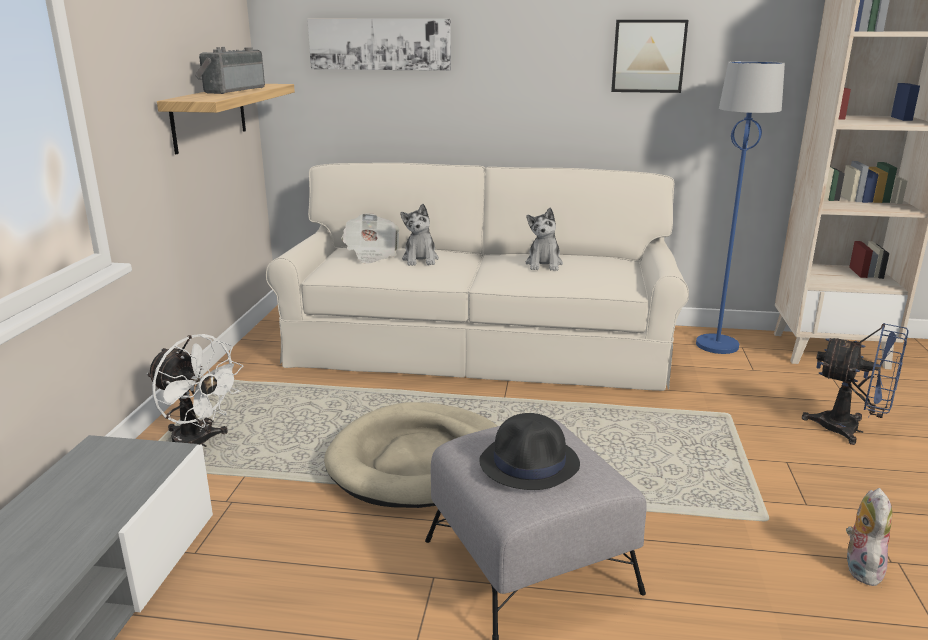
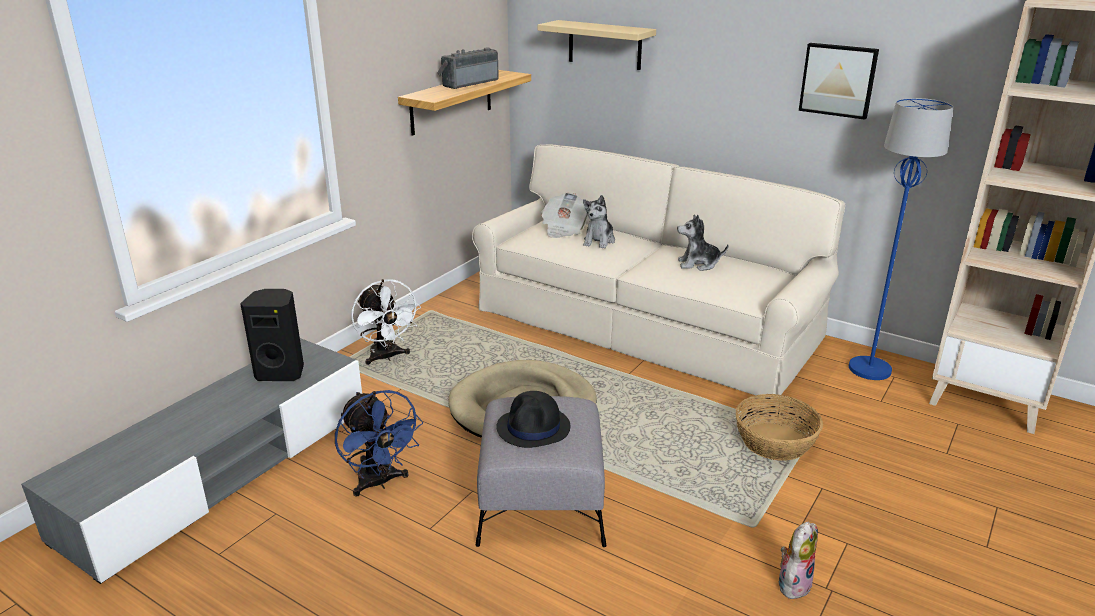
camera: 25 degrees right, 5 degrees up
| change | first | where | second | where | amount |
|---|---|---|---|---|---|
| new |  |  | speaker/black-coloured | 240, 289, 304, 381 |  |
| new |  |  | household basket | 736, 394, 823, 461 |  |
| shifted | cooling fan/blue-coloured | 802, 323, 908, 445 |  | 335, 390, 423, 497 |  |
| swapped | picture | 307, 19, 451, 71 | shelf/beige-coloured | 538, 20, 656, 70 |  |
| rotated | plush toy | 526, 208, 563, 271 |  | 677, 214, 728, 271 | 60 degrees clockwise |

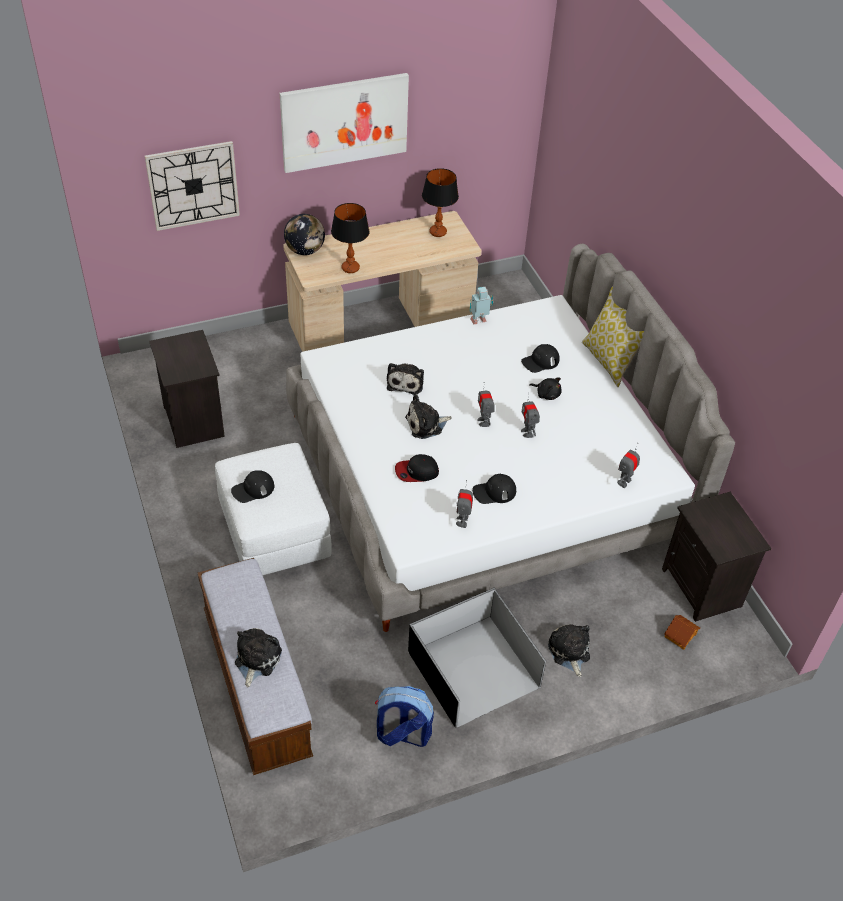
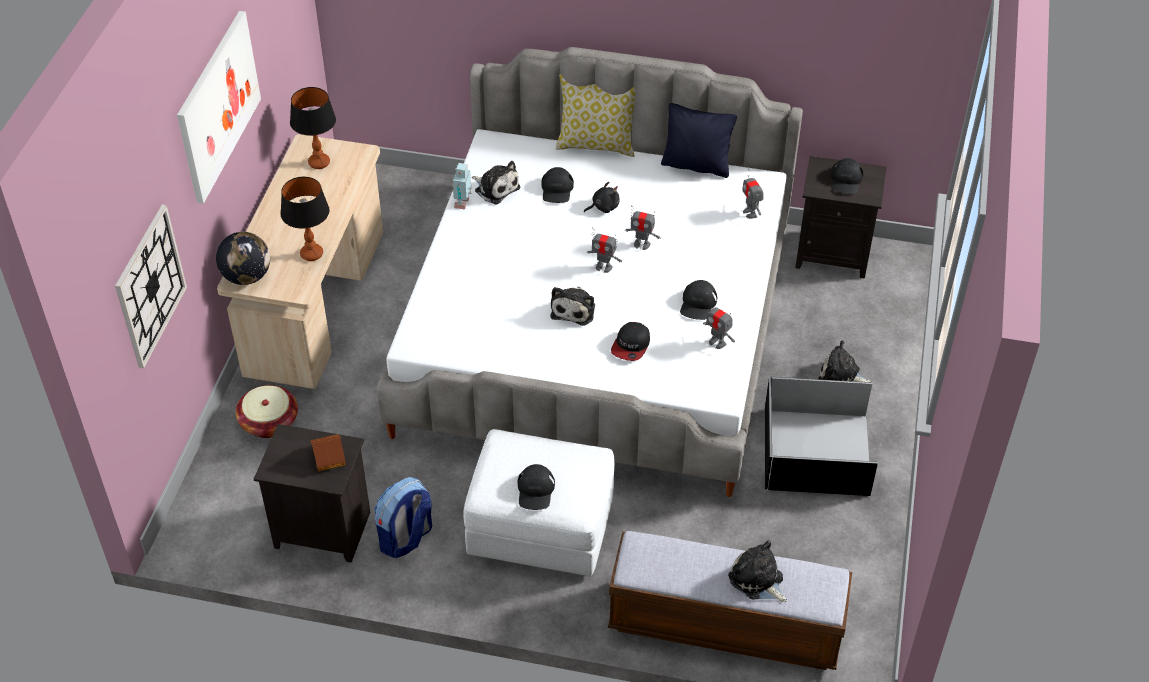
camera: 55 degrees left, 0 degrees up
| change | first | where | second | where | amount |
|---|---|---|---|---|---|
| new |  |  | household basket | 236, 385, 298, 438 |  |
| new |  |  | throw pillow/black-coloured | 661, 103, 737, 178 |  |
| new |  |  | cap/black-coloured | 831, 158, 863, 194 |  |
| shifted | backpack | 375, 686, 434, 747 |  | 375, 477, 432, 558 |  |
| shifted | plush toy | 387, 363, 424, 395 |  | 472, 161, 520, 205 |  |
| shifted | model house | 664, 615, 700, 649 |  | 311, 434, 346, 471 |  |

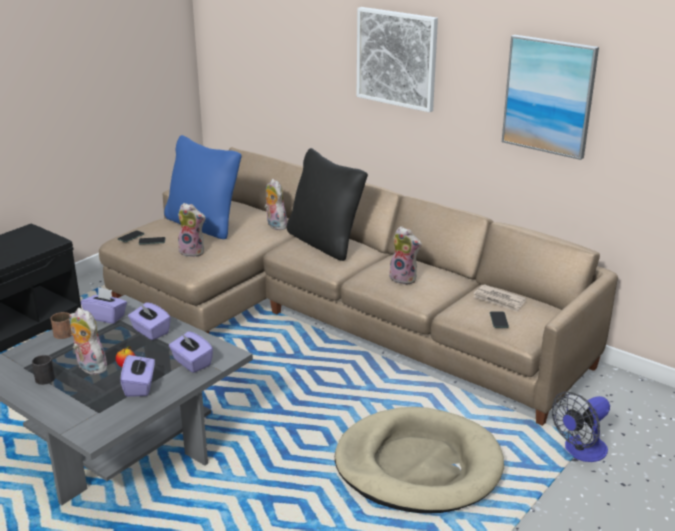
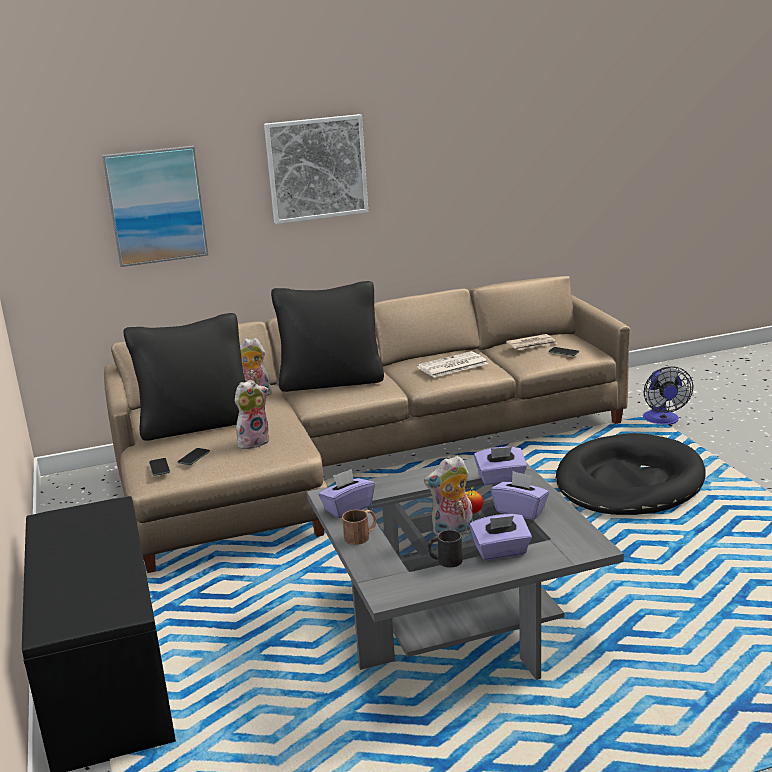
camera: 55 degrees left, 5 degrees down
| change | first | where | second | where | amount |
|---|---|---|---|---|---|
| shifted | tissue box/purple | 128, 302, 171, 340 |  | 470, 514, 532, 560 |  |
| shifted | picture | 502, 35, 599, 160 |  | 102, 145, 208, 267 |  |
| swapped | plush toy | 389, 226, 422, 285 | newspaper | 417, 351, 488, 377 |  |
| repainted | throw pillow/blue-coloured | 164, 135, 242, 239 | throw pillow/black-coloured | 123, 313, 245, 441 |  |
| repainted | pet bed/beige-coloured | 335, 407, 504, 513 | pet bed/black-coloured | 556, 433, 706, 515 |  |

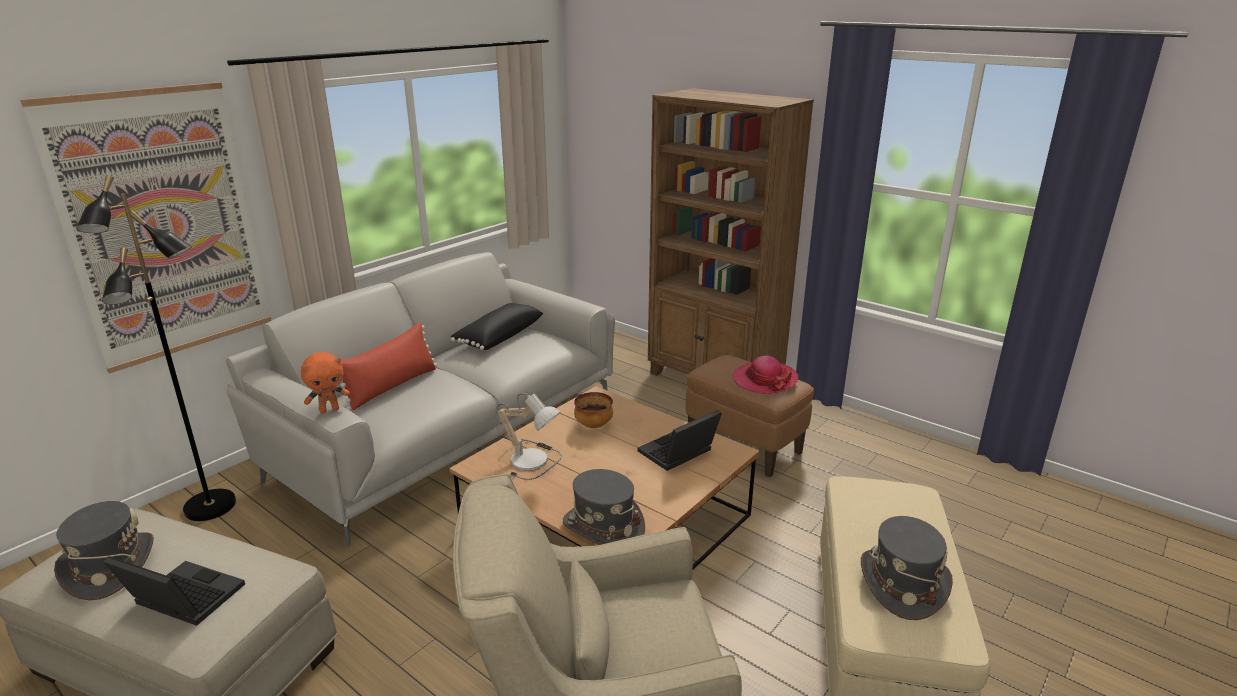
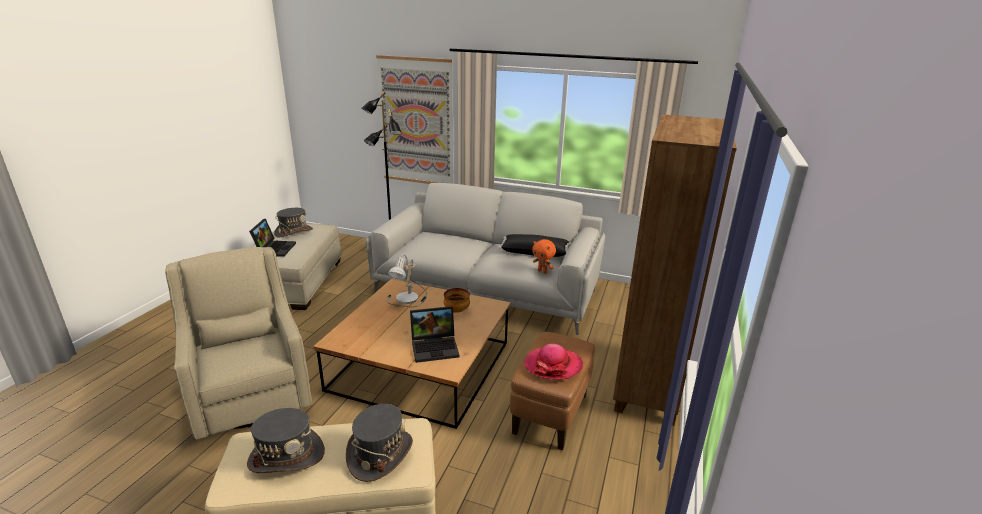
camera: 70 degrees right, 0 degrees up
| change | first | where | second | where | amount |
|---|---|---|---|---|---|
| gone | throw pillow/red | 340, 322, 437, 410 |  |  |  |
| shifted | plush toy/orange | 301, 352, 350, 413 |  | 532, 239, 556, 274 |  |
| shifted | clothing hat/grey | 563, 469, 645, 545 |  | 346, 404, 413, 482 |  |
| rotated | laptop | 637, 410, 722, 471 |  | 410, 306, 459, 363 | 135 degrees clockwise |

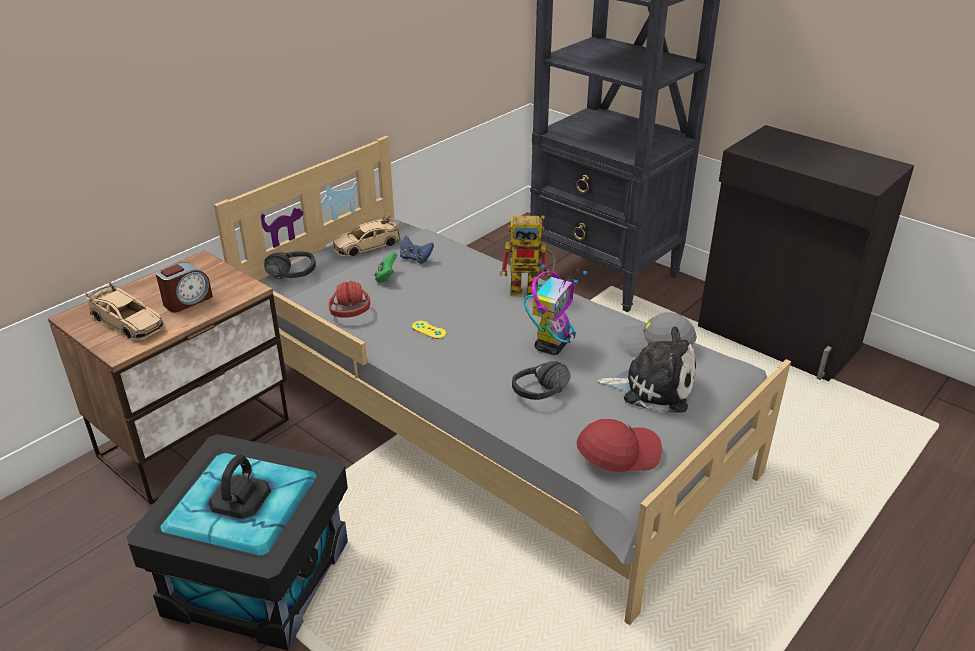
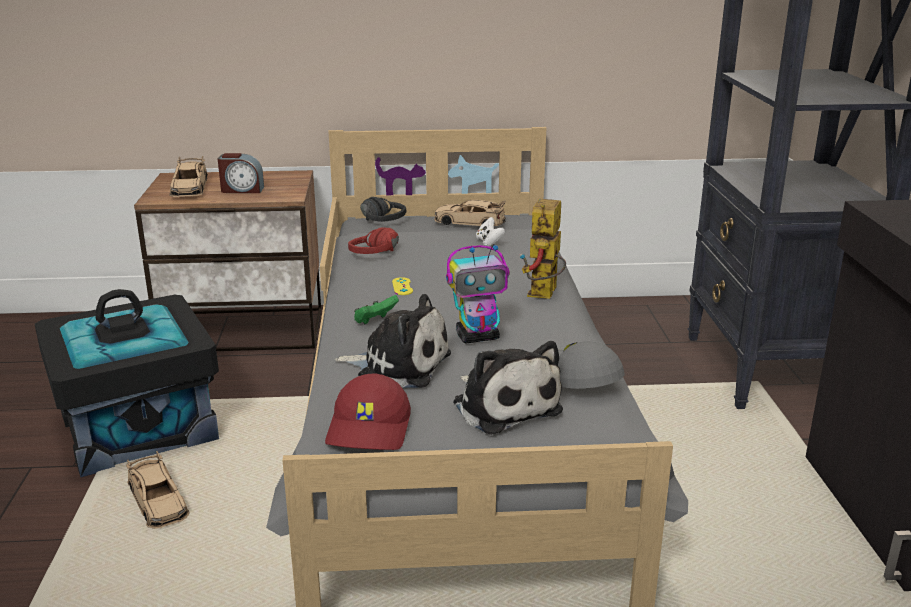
camera: 45 degrees right, 10 degrees down
| change | first | where | second | where | amount |
|---|---|---|---|---|---|
| new |  |  | toy car/beige-coloured | 126, 451, 190, 529 |  |
| shifted | gamepad/green | 374, 252, 397, 283 |  | 354, 295, 399, 324 |  |
| swapped | headphones/black-coloured | 512, 361, 571, 400 | plush toy | 335, 294, 451, 388 |  |
| repainted | gamepad/blue-coloured | 400, 236, 434, 264 | gamepad/white | 476, 217, 505, 247 |  |
| rotated | toy robot | 500, 215, 555, 296 |  | 520, 199, 566, 299 | 60 degrees clockwise |
| rotated | cap/red | 577, 419, 662, 472 |  | 325, 374, 411, 450 | 75 degrees clockwise |

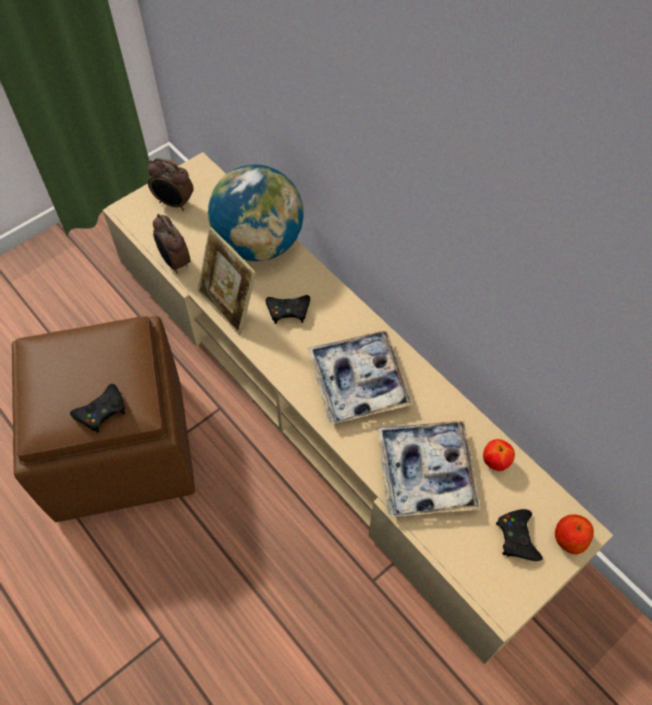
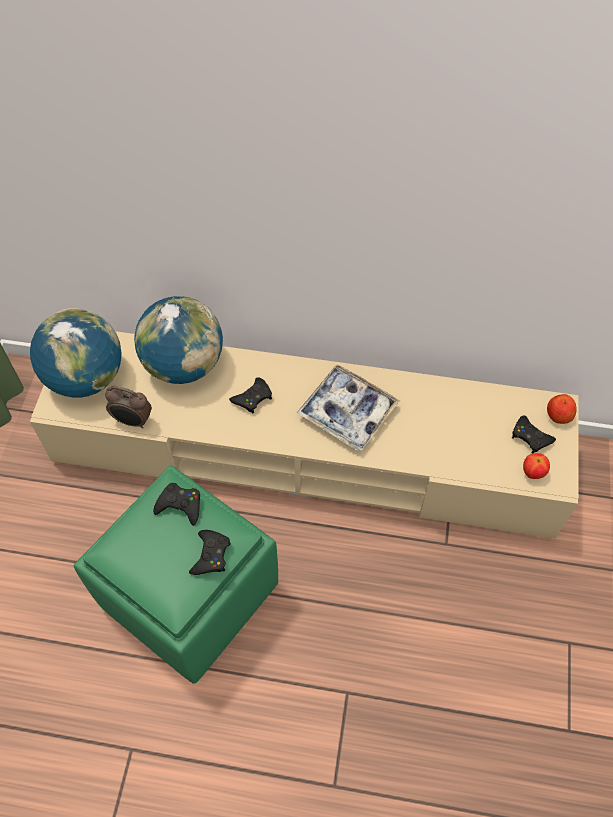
camera: 40 degrees left, 0 degrees up
| change | first | where | second | where | amount |
|---|---|---|---|---|---|
| gone | standing frame | 198, 227, 256, 335 |  |  |  |
| gone | tray | 377, 421, 481, 517 |  |  |  |
| new |  |  | gamepad/black-coloured | 153, 483, 200, 526 |  |
| shifted | apple fruit | 483, 439, 515, 471 |  | 523, 453, 550, 479 |  |
| swapped | bedside clock | 148, 158, 194, 211 | globe | 30, 308, 122, 398 |  |
| repainted | pouffe/brownish | 12, 316, 195, 522 | pouffe/green | 74, 465, 278, 684 |  |

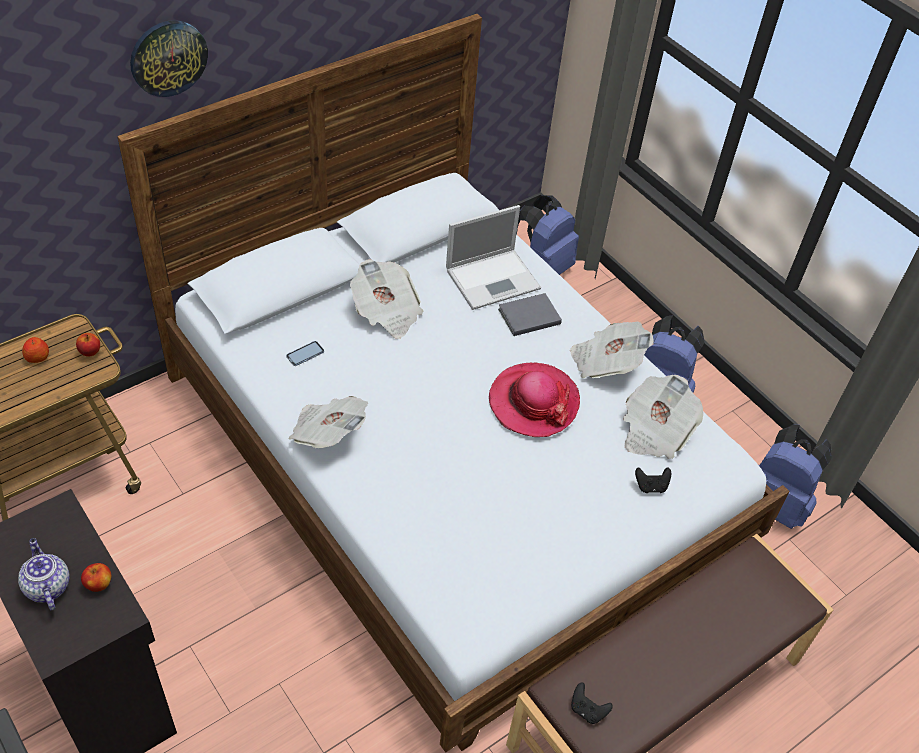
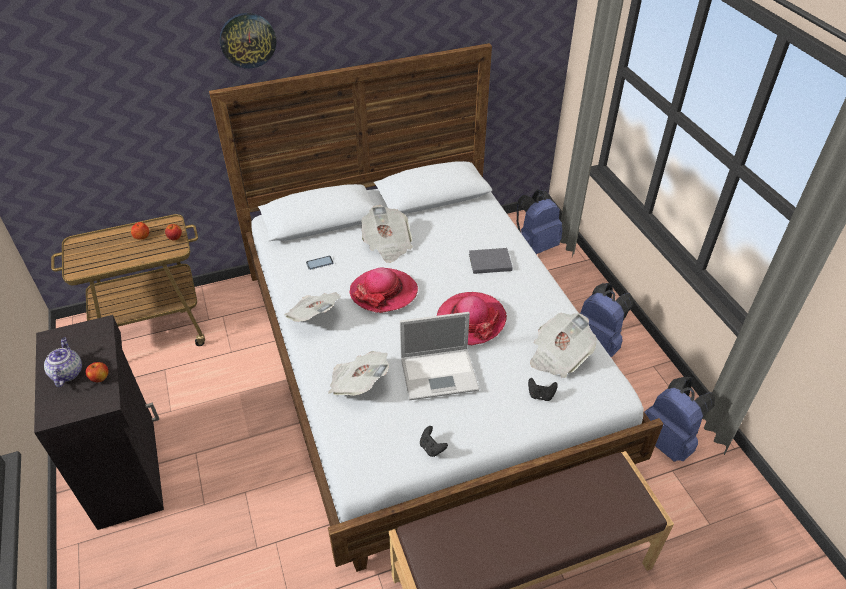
camera: 20 degrees right, 5 degrees down
| change | first | where | second | where | amount |
|---|---|---|---|---|---|
| new |  |  | clothing hat | 349, 268, 418, 313 |  |
| shifted | laptop | 446, 205, 541, 310 |  | 400, 312, 479, 400 |  |
| shifted | newspaper | 570, 321, 654, 378 |  | 328, 351, 389, 396 |  |
| shifted | gamepad/black-coloured | 571, 683, 613, 724 |  | 420, 426, 448, 457 |  |

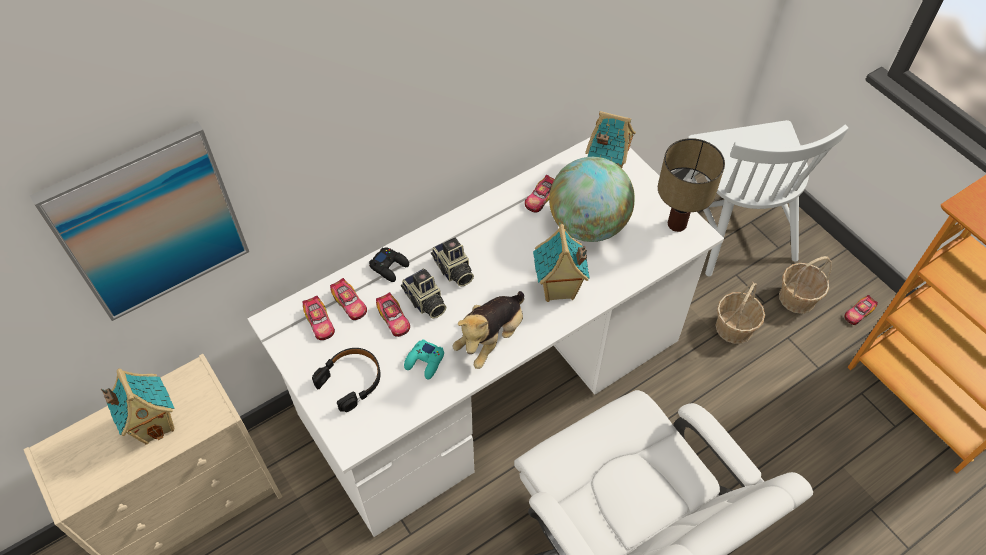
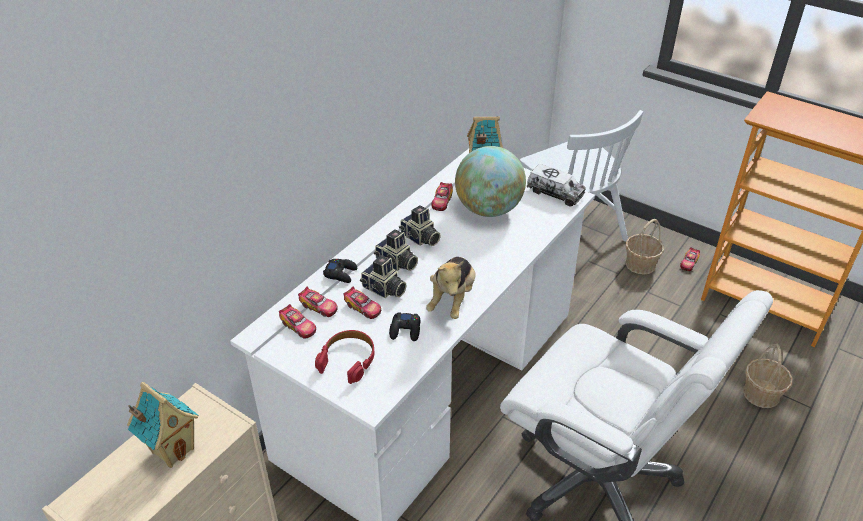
camera: 20 degrees left, 15 degrees down
| change | first | where | second | where | amount |
|---|---|---|---|---|---|
| gone | picture | 30, 121, 249, 321 |  |  |  |
| gone | model house | 533, 224, 590, 302 |  |  |  |
| new |  |  | still camera | 399, 205, 441, 246 |  |
| shifted | household basket | 716, 282, 765, 344 |  | 743, 344, 793, 408 |  |
| swapped | lamp for a table | 658, 138, 725, 232 | model truck | 527, 164, 586, 207 |  |
| repainted | headphones/black-coloured | 312, 348, 381, 412 | headphones/red | 315, 330, 374, 384 |  |
| repainted | gamepad/blue-green | 404, 339, 444, 379 | gamepad/black-coloured | 389, 312, 420, 341 |  |

